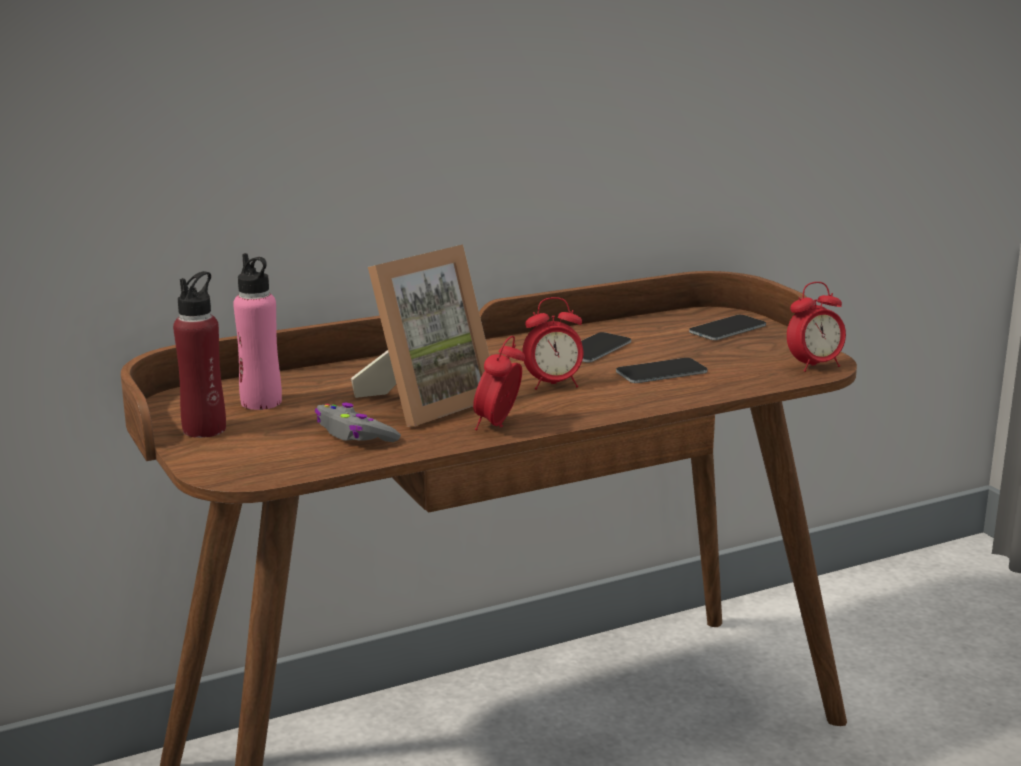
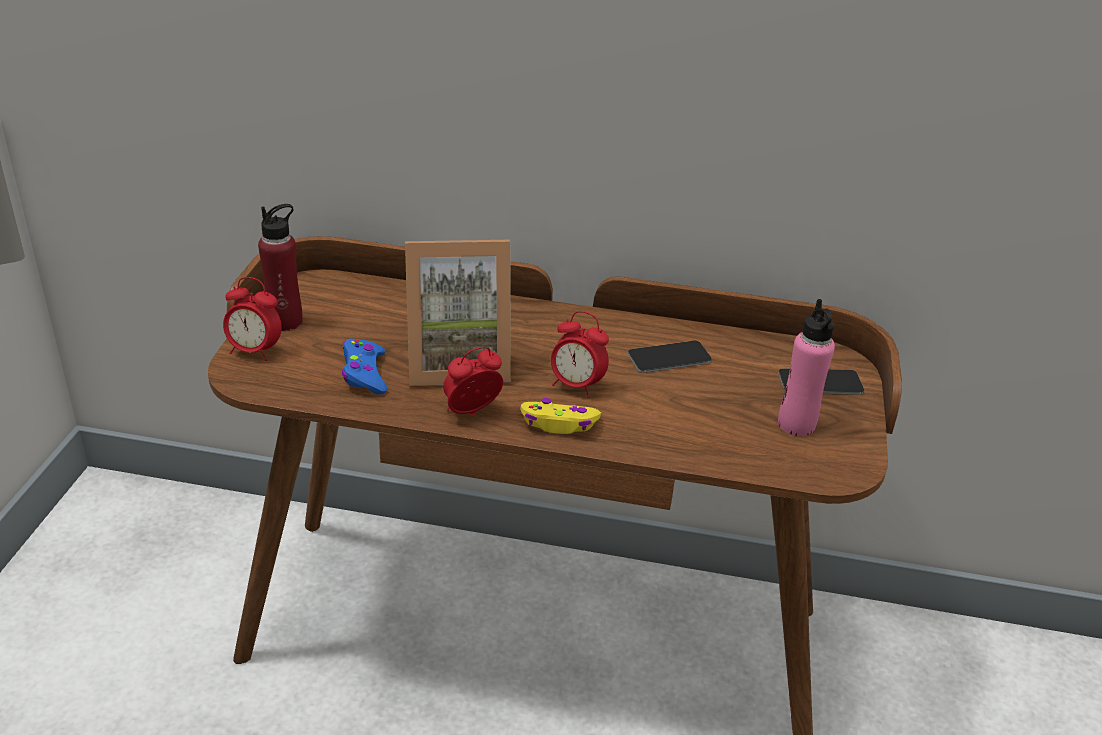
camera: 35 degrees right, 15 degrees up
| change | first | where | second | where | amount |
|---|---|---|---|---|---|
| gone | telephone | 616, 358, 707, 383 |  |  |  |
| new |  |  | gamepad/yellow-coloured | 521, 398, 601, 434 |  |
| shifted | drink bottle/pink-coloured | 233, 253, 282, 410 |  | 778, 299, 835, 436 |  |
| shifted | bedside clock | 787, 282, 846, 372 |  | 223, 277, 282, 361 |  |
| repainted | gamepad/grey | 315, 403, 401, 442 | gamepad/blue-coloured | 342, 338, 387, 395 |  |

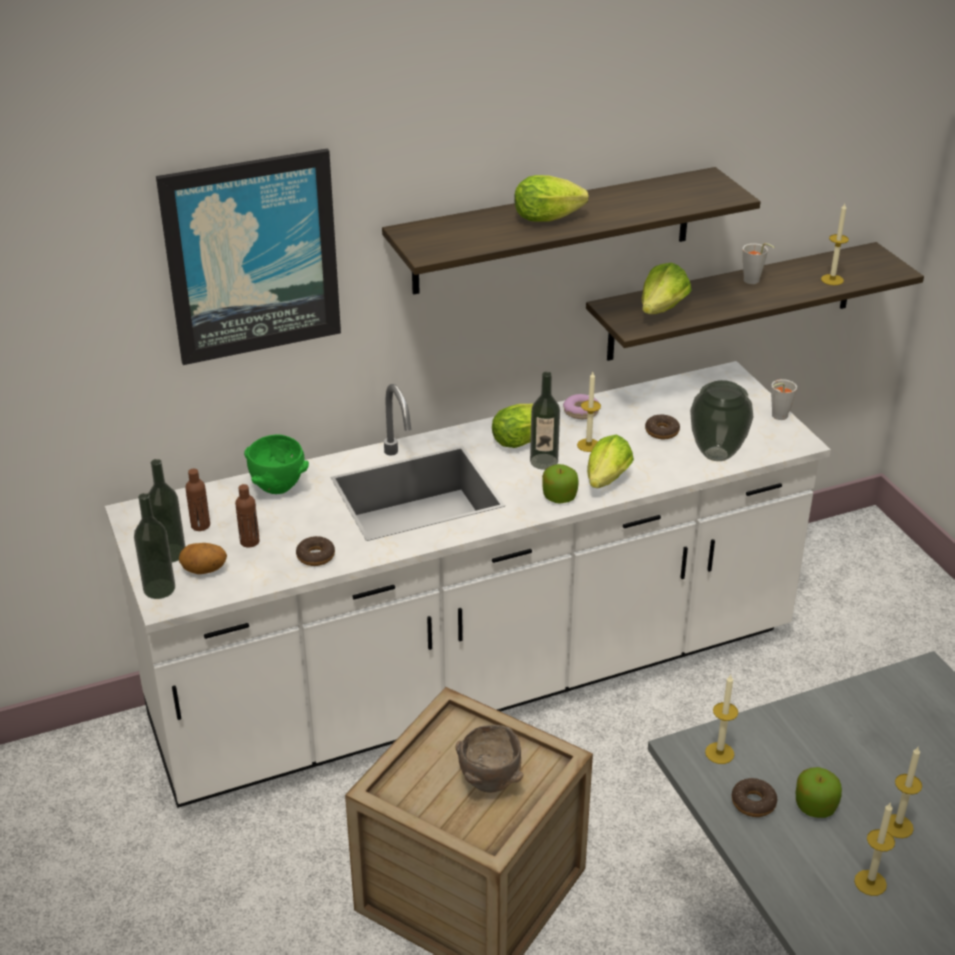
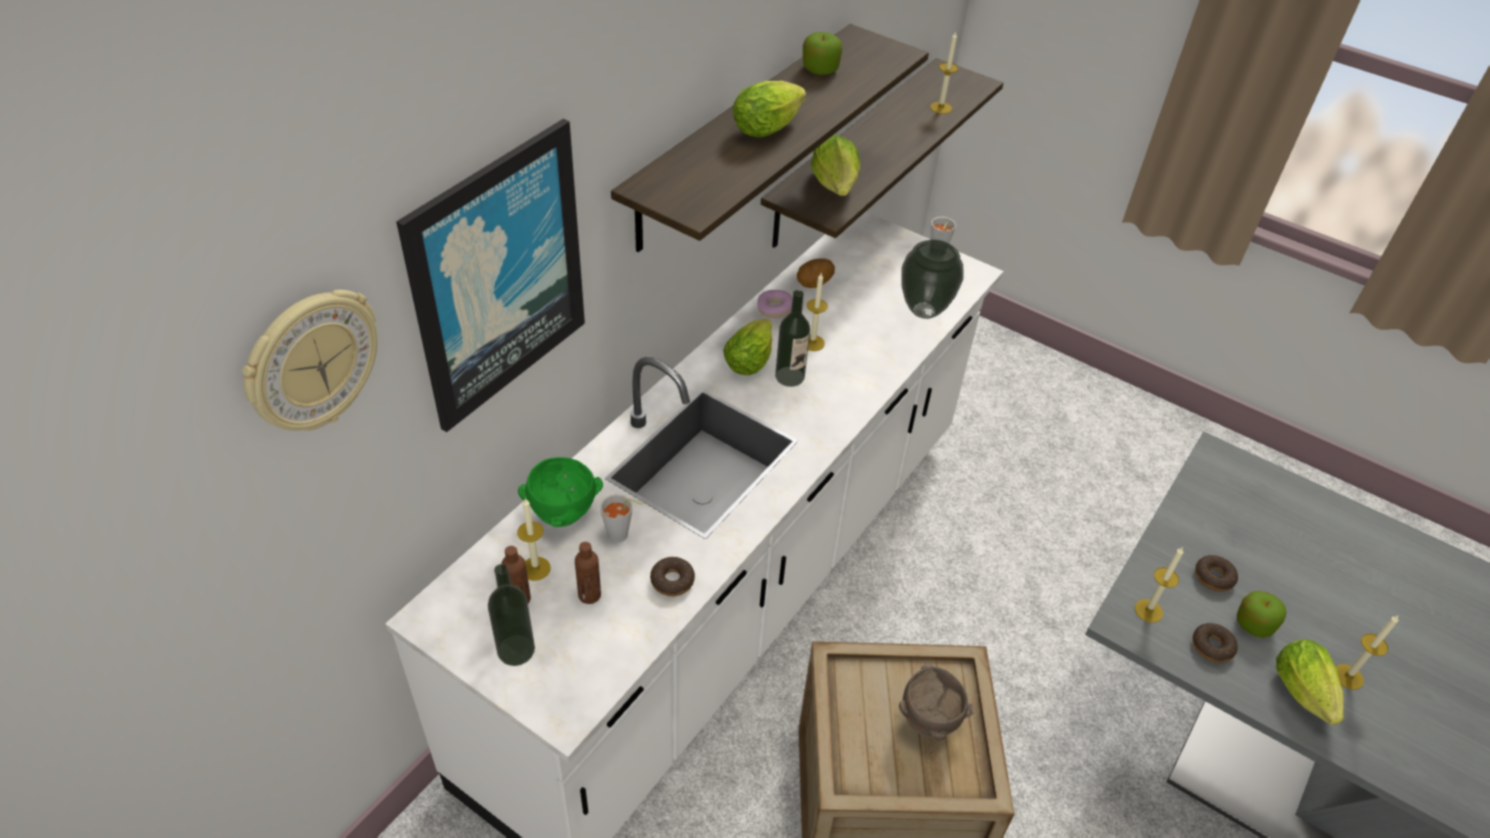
camera: 35 degrees left, 10 degrees up
| change | first | where | second | where | amount |
|---|---|---|---|---|---|
| gone | drink bottle | 134, 493, 175, 599 |  |  |  |
| new |  |  | clock on the wall | 242, 290, 377, 431 |  |
| shifted | whole potato | 179, 543, 227, 574 |  | 797, 258, 835, 288 |  |
| shifted | apple fruit | 542, 464, 579, 504 |  | 803, 32, 842, 75 |  |
| shifted | head of lettuce | 587, 435, 634, 488 |  | 1276, 639, 1344, 725 |  |
| shifted | donut | 645, 415, 680, 439 |  | 1195, 555, 1238, 592 |  |
| shifted | cup/grey | 743, 243, 774, 284 |  | 600, 494, 643, 543 |  |
| shifted | candle | 887, 747, 922, 838 |  | 517, 498, 551, 581 |  |

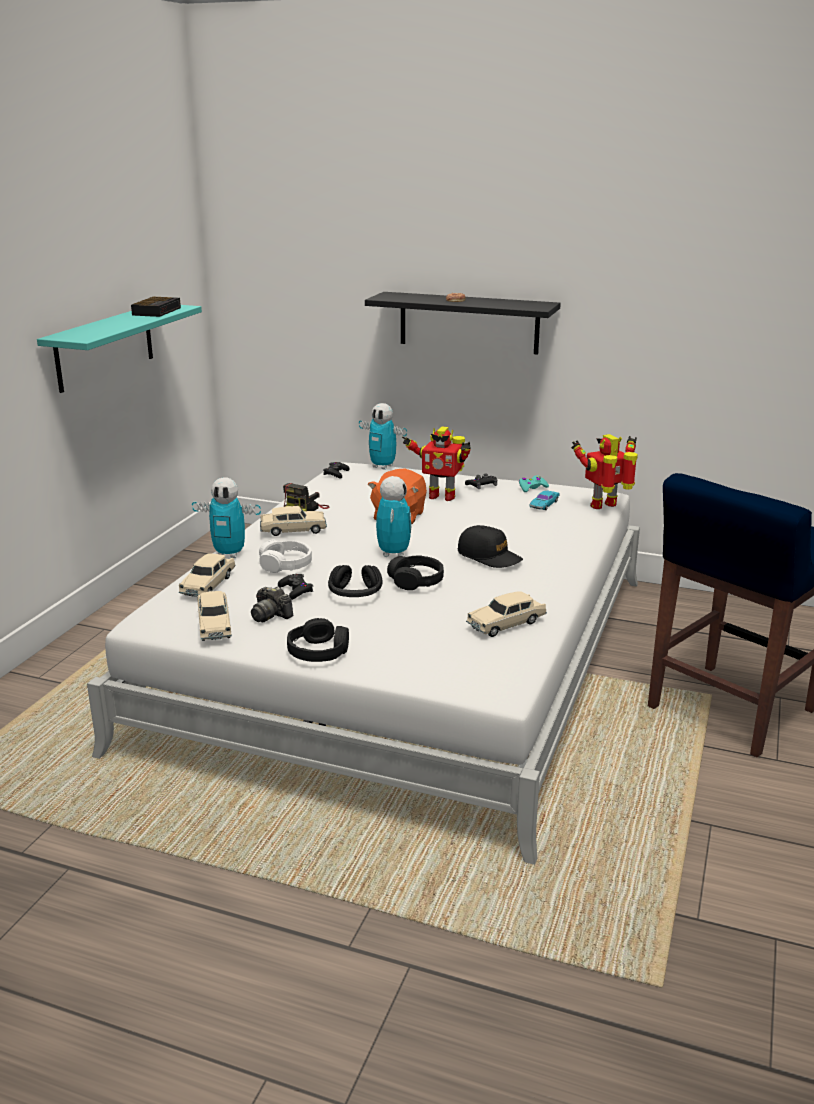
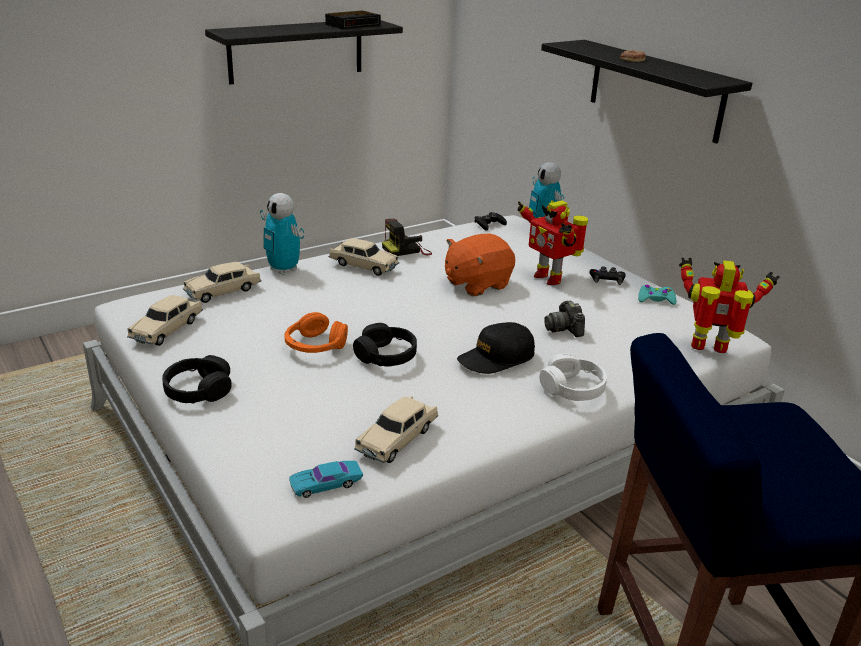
camera: 35 degrees right, 5 degrees up
| change | first | where | second | where | amount |
|---|---|---|---|---|---|
| gone | gamepad/black-coloured | 278, 574, 313, 600 |  |  |  |
| gone | toy robot | 376, 476, 411, 557 |  |  |  |
| shifted | still camera | 251, 587, 293, 622 |  | 544, 301, 585, 337 |  |
| shifted | headphones/white | 259, 539, 312, 573 |  | 539, 353, 607, 401 |  |
| shifted | toy car/blue-green | 529, 491, 560, 510 |  | 289, 461, 363, 498 |  |
| repainted | shelf/blue-green | 37, 305, 202, 393 | shelf/black-coloured | 205, 20, 403, 84 |  |
| repainted | headphones/black-coloured | 328, 565, 383, 597 | headphones/orange | 284, 312, 348, 353 |  |
| rotated | cap/black-coloured | 458, 525, 523, 568 |  | 457, 322, 535, 374 | 75 degrees clockwise |
| rotated | toy car/beige-coloured | 466, 591, 547, 637 |  | 354, 396, 438, 463 | 60 degrees counterclockwise |

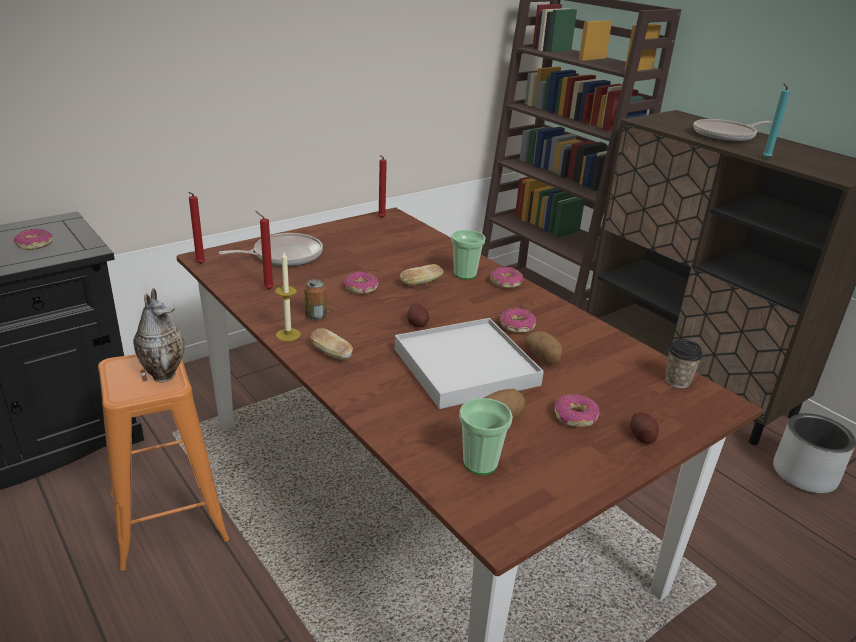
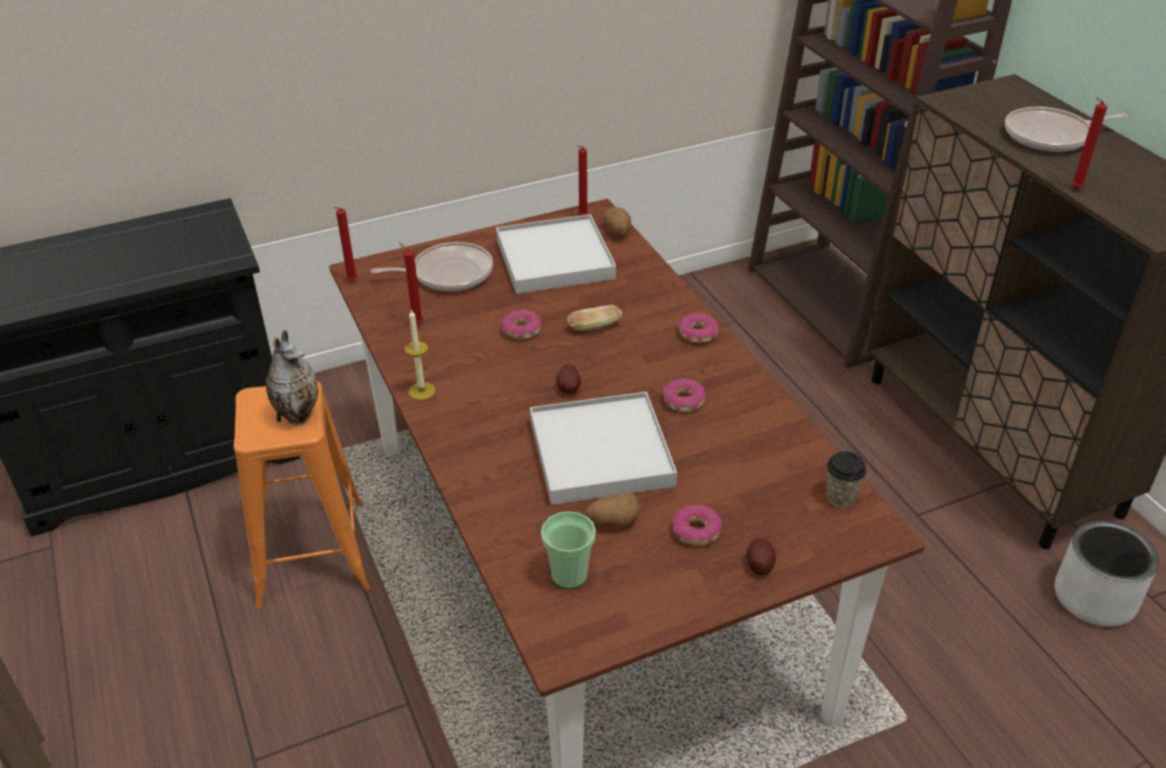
camera: 15 degrees right, 10 degrees up
| change | first | where | second | where | amount |
|---|---|---|---|---|---|
| gone | donut | 14, 229, 52, 250 |  |  |  |
| gone | can | 304, 279, 327, 320 |  |  |  |
| gone | bakery bread | 310, 328, 353, 360 |  |  |  |
| gone | cup | 451, 230, 486, 280 |  |  |  |
| new |  |  | tray/white | 496, 214, 616, 294 |  |
| shifted | whole potato | 525, 331, 562, 364 |  | 604, 207, 631, 237 |  |
| repainted | candle/blue-green | 763, 84, 790, 159 | candle/red | 1071, 98, 1107, 189 |  |

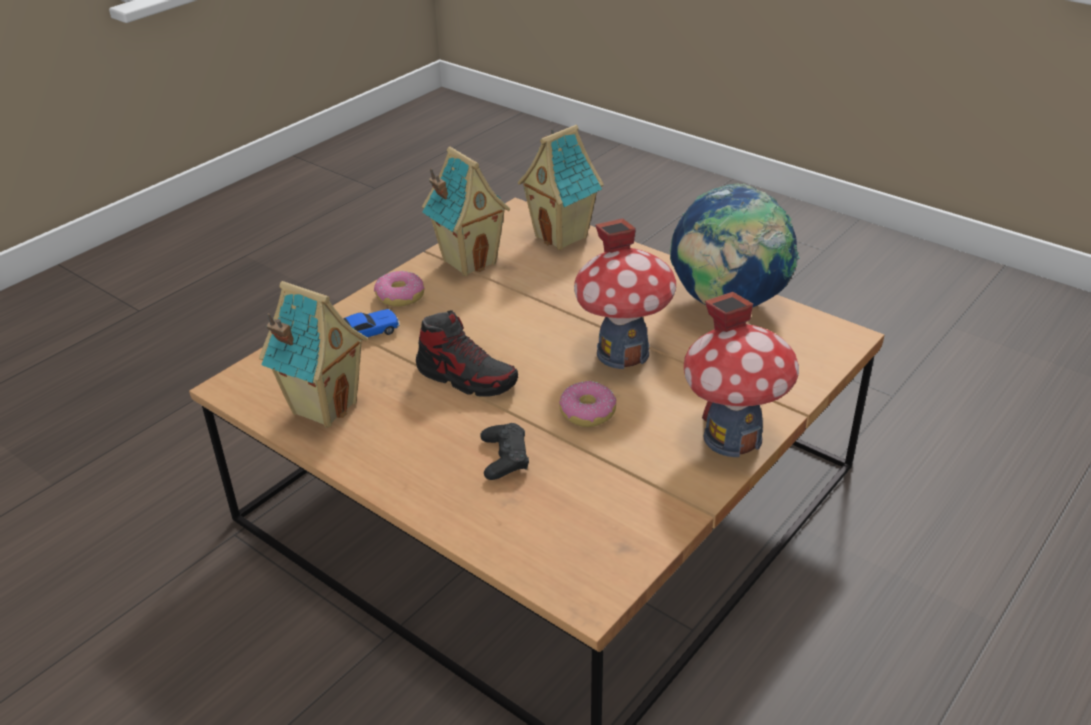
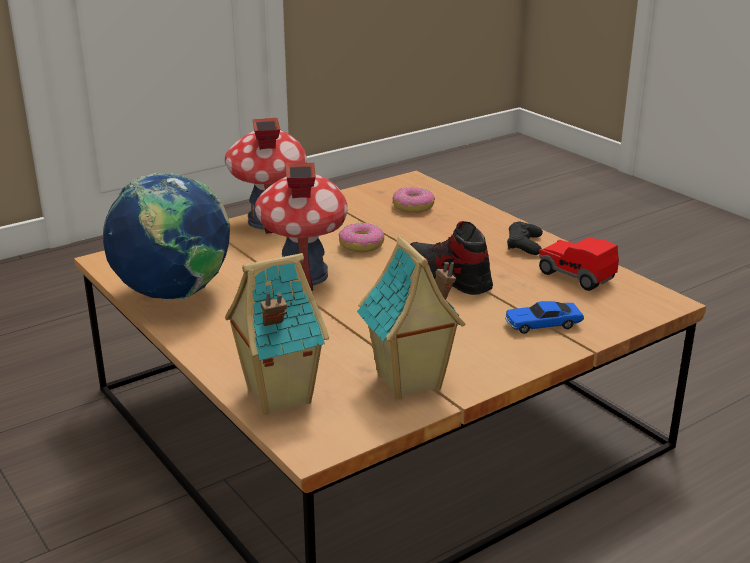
camera: 165 degrees left, 10 degrees down
| change | first | where | second | where | amount |
|---|---|---|---|---|---|
| shifted | donut | 374, 271, 425, 307 |  | 393, 187, 435, 213 |  |
| shifted | gamepad/black-coloured | 480, 423, 529, 480 |  | 507, 222, 543, 255 |  |
| swapped | model house | 259, 281, 368, 428 | toy car | 539, 237, 619, 291 |  |

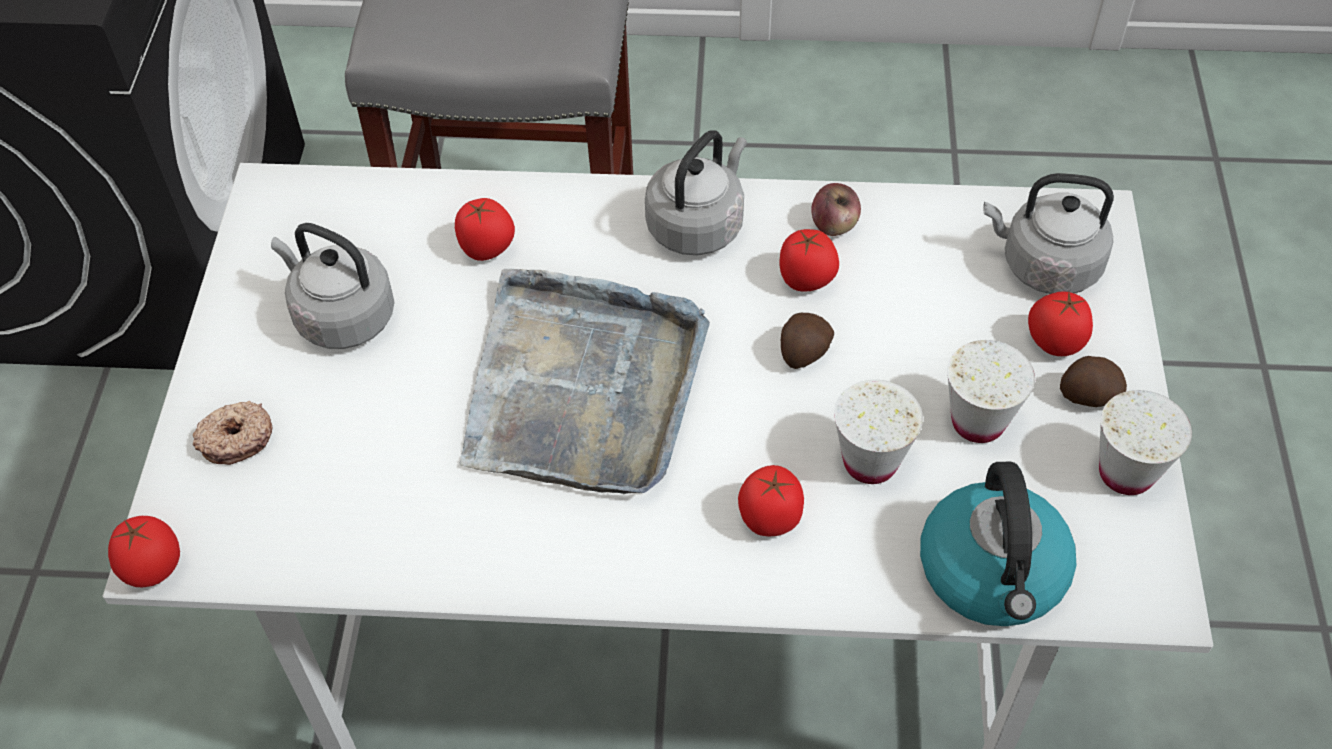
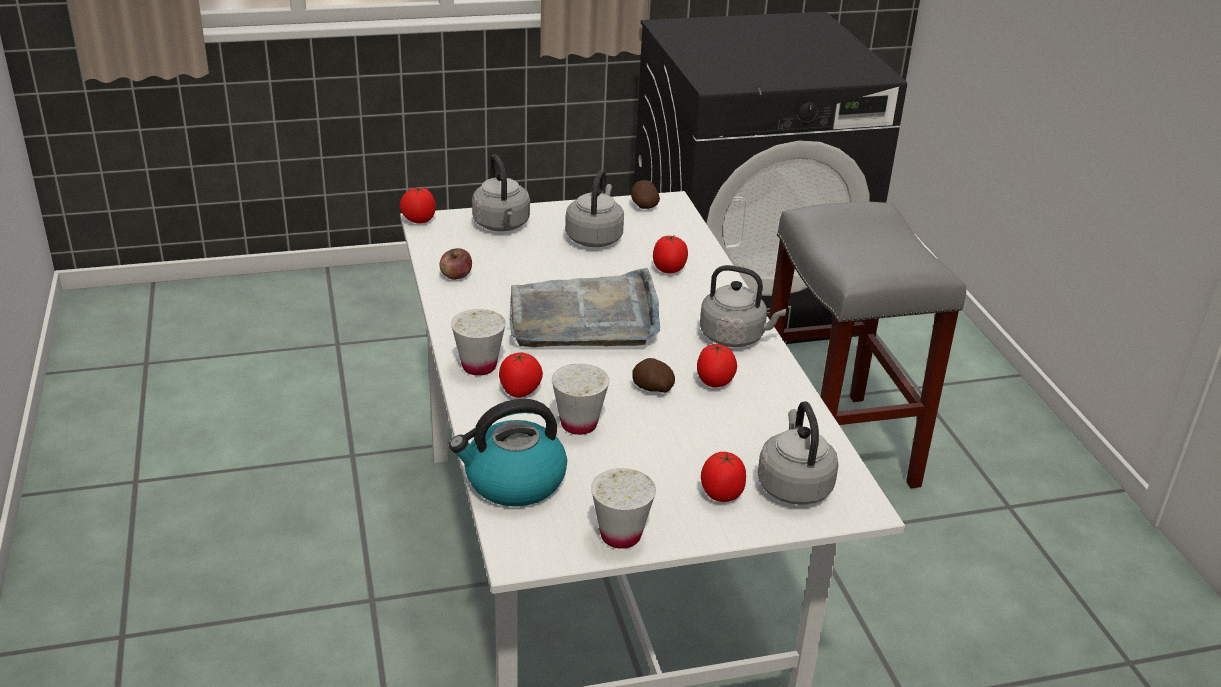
camera: 70 degrees right, 20 degrees down
| change | first | where | second | where | amount |
|---|---|---|---|---|---|
| shifted | apple fruit | 811, 183, 861, 236 |  | 440, 248, 472, 280 |  |
| shifted | cup/white | 947, 340, 1035, 443 |  | 451, 309, 506, 376 |  |
| shifted | whole potato | 1060, 356, 1127, 407 |  | 631, 180, 660, 209 |  |
| swapped | donut | 193, 401, 272, 465 | tea kettle/grey | 472, 154, 530, 231 |  |

